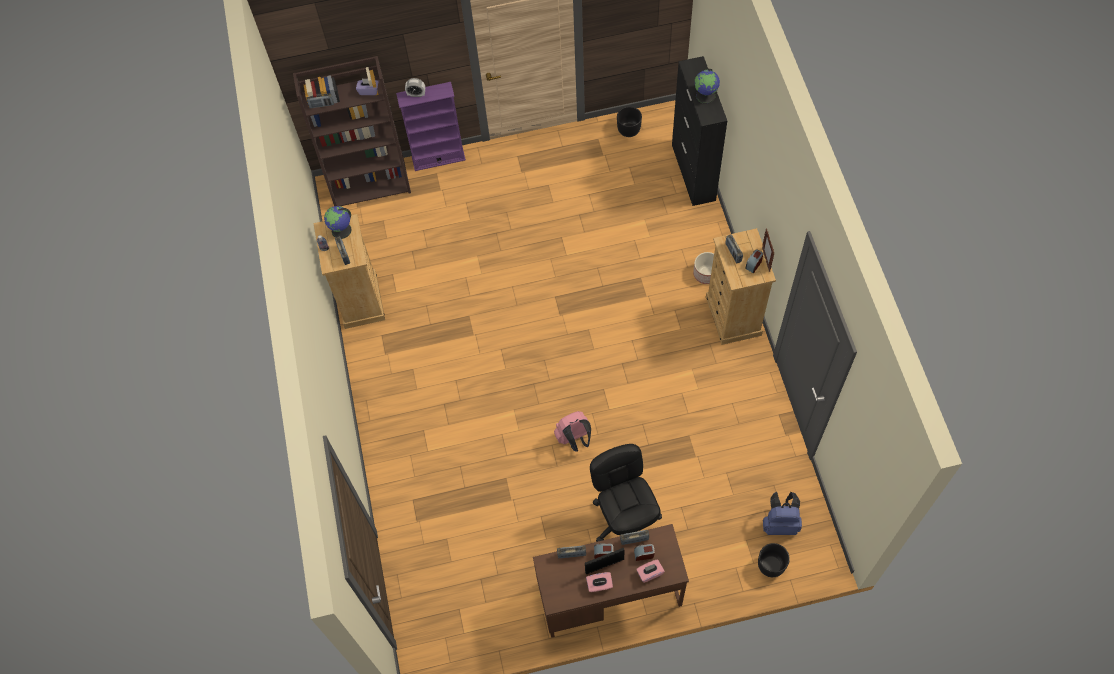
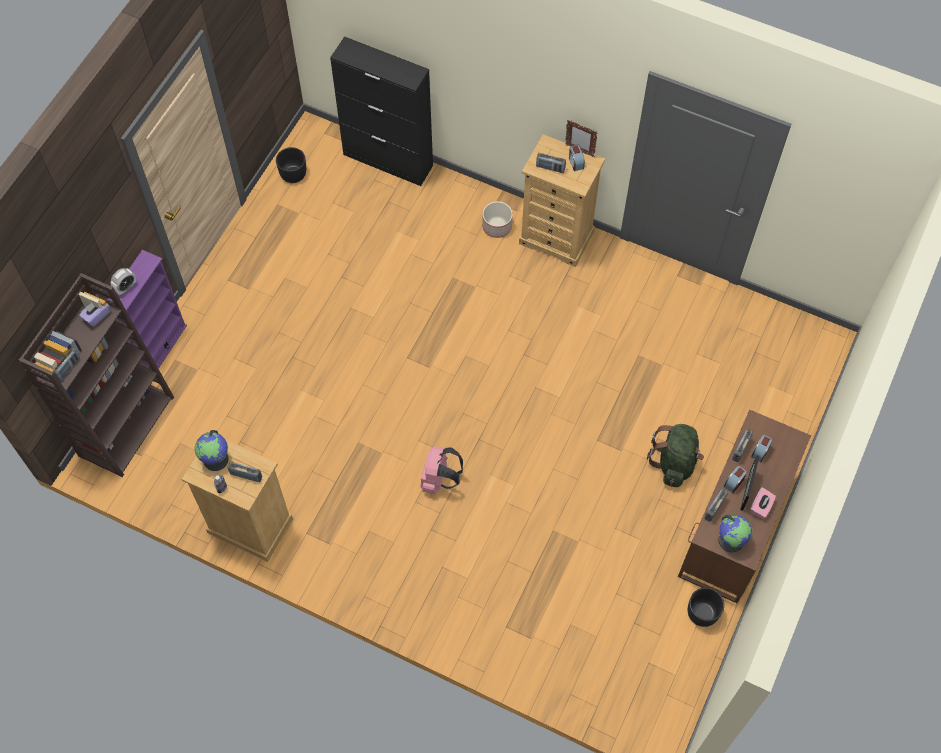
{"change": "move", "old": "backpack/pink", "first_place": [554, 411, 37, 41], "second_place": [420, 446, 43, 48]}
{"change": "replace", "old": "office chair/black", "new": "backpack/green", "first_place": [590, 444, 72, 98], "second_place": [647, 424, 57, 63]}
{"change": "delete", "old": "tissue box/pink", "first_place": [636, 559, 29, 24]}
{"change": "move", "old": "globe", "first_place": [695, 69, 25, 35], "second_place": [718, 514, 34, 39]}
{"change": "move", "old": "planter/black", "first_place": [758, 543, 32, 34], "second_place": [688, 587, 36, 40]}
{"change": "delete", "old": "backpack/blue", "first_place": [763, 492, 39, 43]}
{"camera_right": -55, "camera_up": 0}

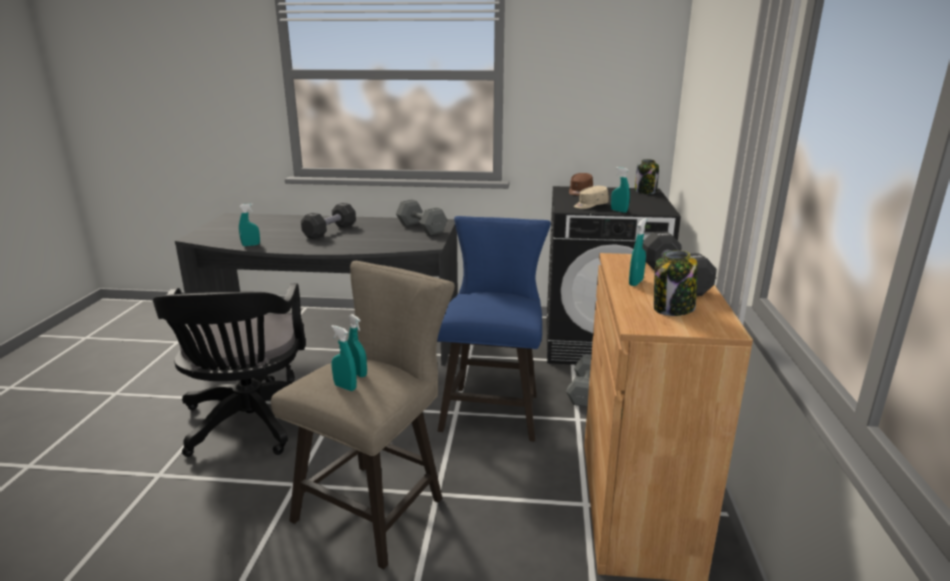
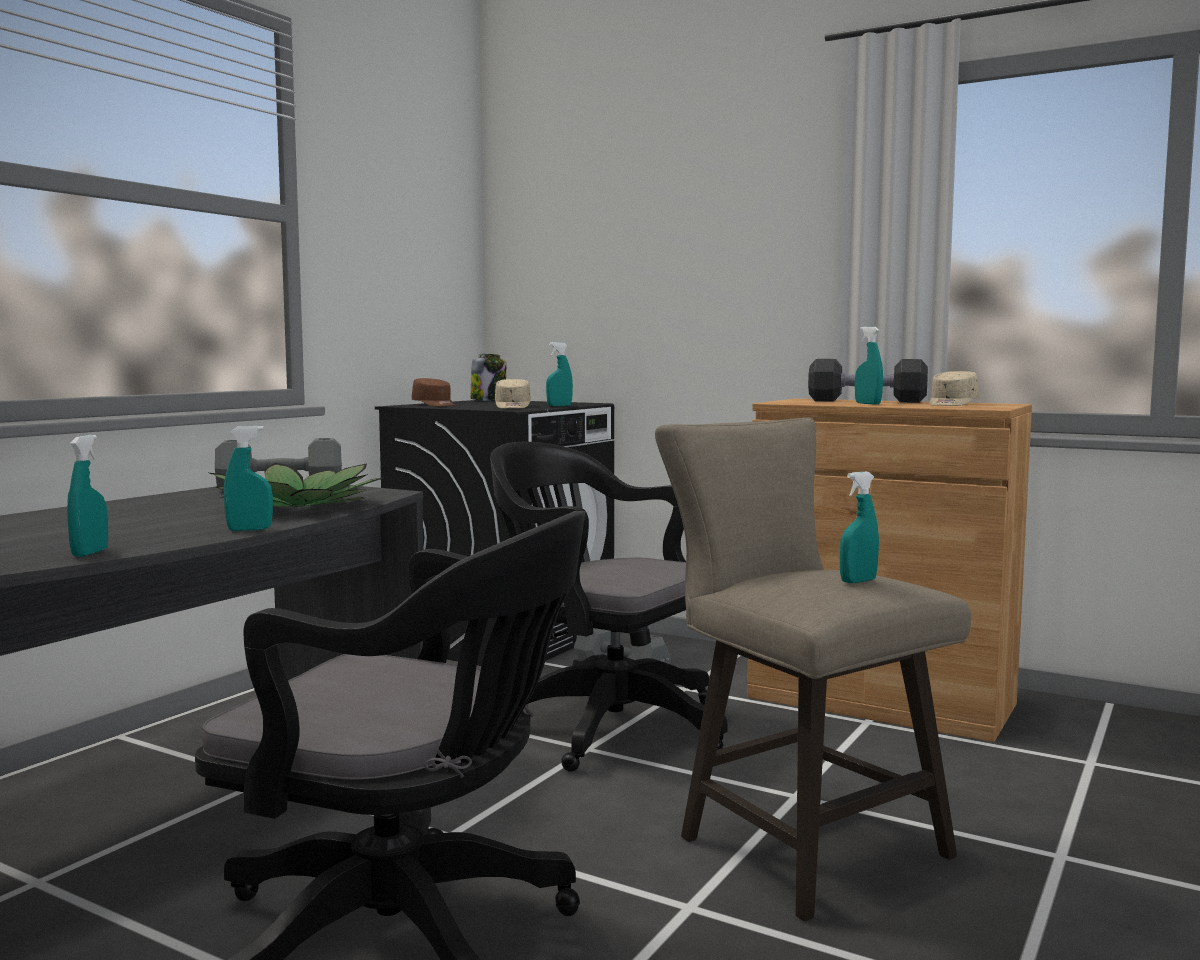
{"change": "delete", "old": "dumbbell/black", "first_place": [301, 203, 55, 36]}
{"change": "move", "old": "spray bottle/turquoise", "first_place": [348, 314, 19, 63], "second_place": [224, 426, 49, 105]}
{"change": "replace", "old": "stool/blue", "new": "office chair/black", "first_place": [437, 216, 114, 225], "second_place": [490, 442, 238, 330]}
{"change": "replace", "old": "jar", "new": "cap/beige", "first_place": [654, 250, 44, 66], "second_place": [929, 371, 50, 35]}
{"change": "insert", "new": "potted plant", "second_place": [210, 463, 175, 44]}
{"camera_right": -65, "camera_up": -15}

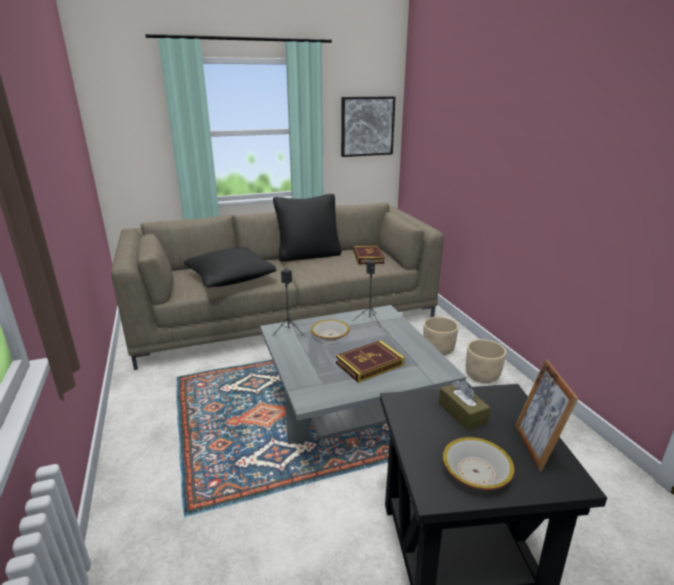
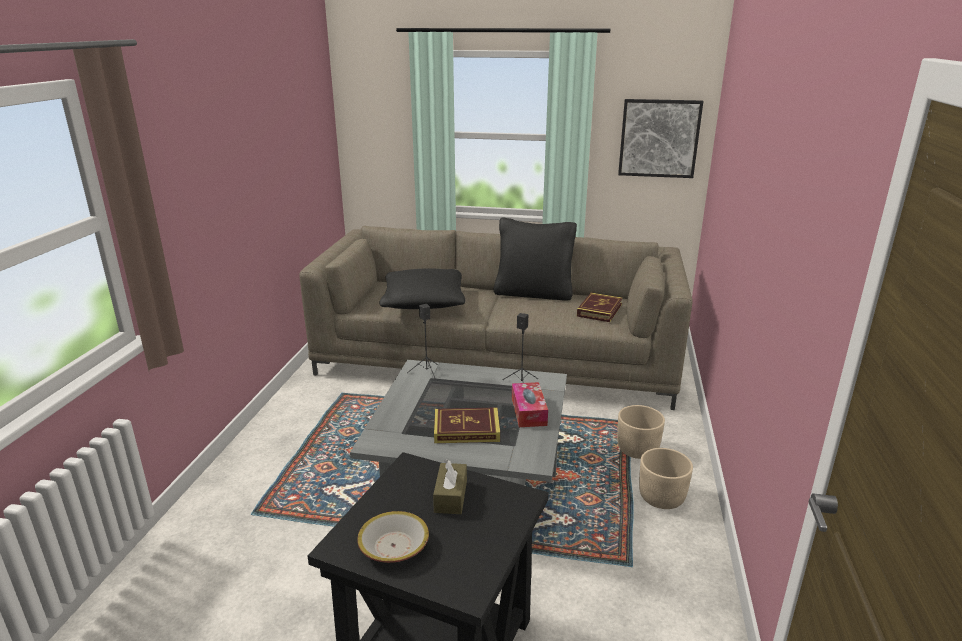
{"change": "delete", "old": "bowl", "first_place": [311, 320, 39, 21]}
{"change": "delete", "old": "picture frame", "first_place": [515, 359, 63, 112]}
{"change": "insert", "new": "tissue box", "second_place": [512, 382, 36, 45]}
{"camera_right": 30, "camera_up": 0}

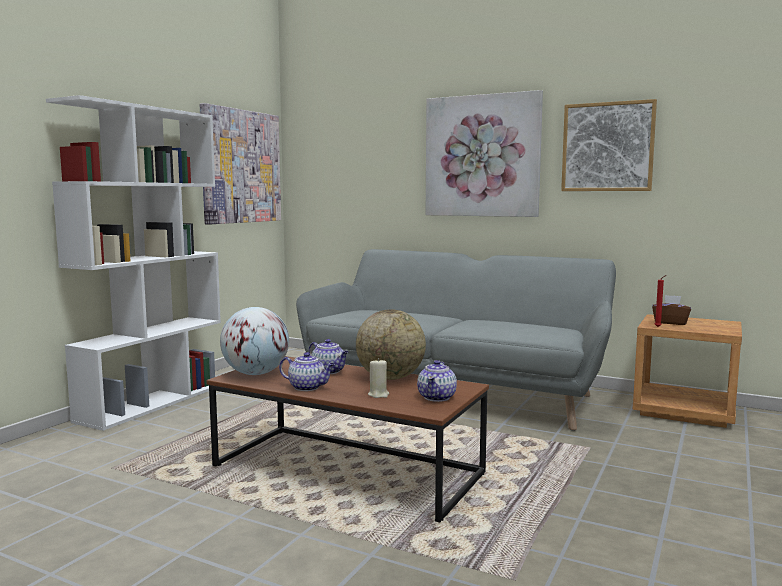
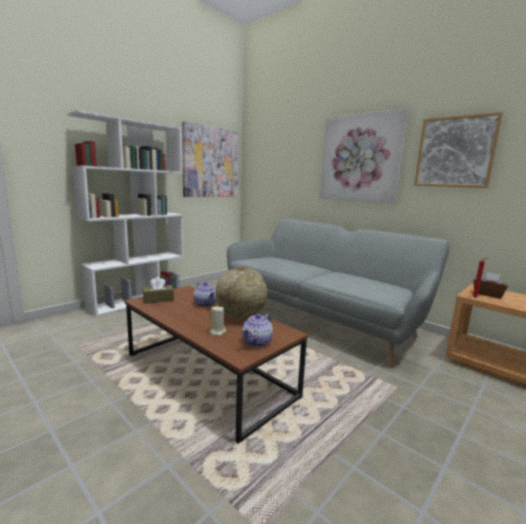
{"change": "replace", "old": "globe", "new": "tissue box/brown", "first_place": [220, 307, 69, 68], "second_place": [143, 277, 31, 27]}
{"change": "delete", "old": "teapot", "first_place": [279, 352, 56, 39]}
{"camera_right": 15, "camera_up": 5}

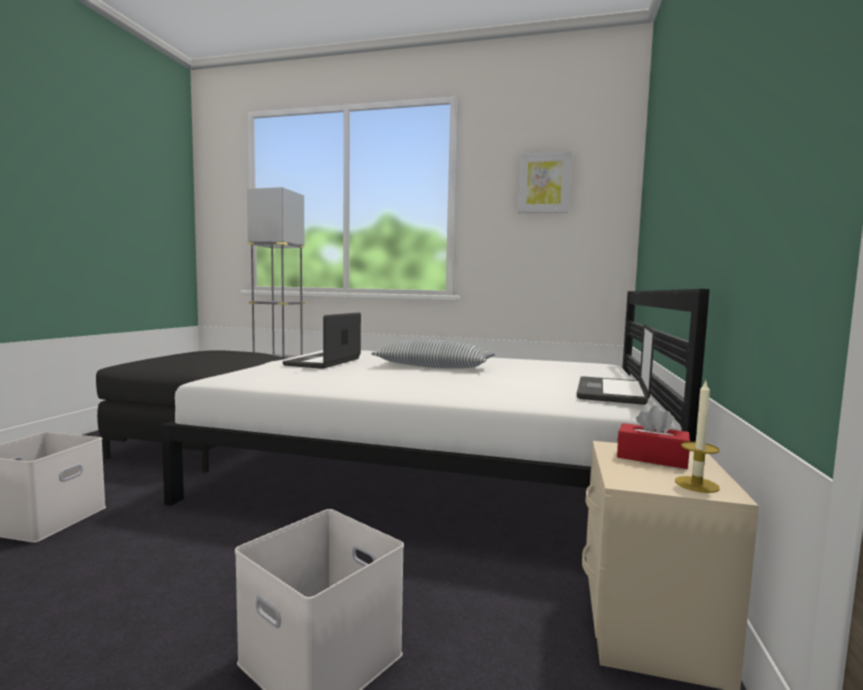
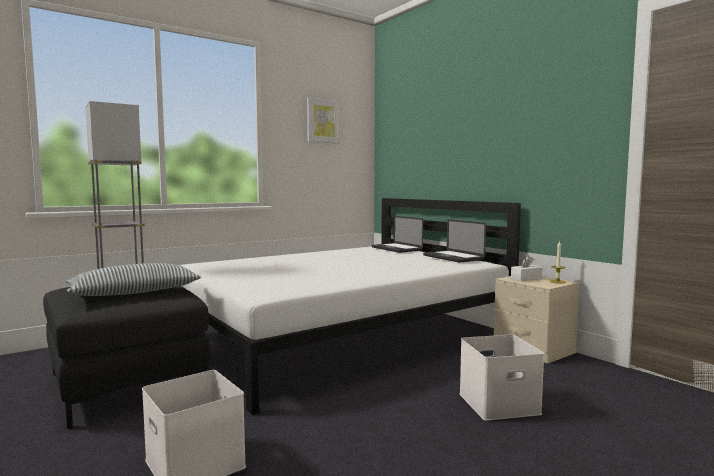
{"change": "move", "old": "laptop", "first_place": [283, 313, 78, 56], "second_place": [372, 216, 51, 37]}
{"change": "move", "old": "pillow", "first_place": [371, 339, 124, 29], "second_place": [66, 263, 135, 33]}
{"change": "recolor", "old": "tissue box/red", "new": "tissue box/white", "first_place": [617, 406, 73, 63], "second_place": [511, 256, 32, 25]}
{"camera_right": -50, "camera_up": 0}

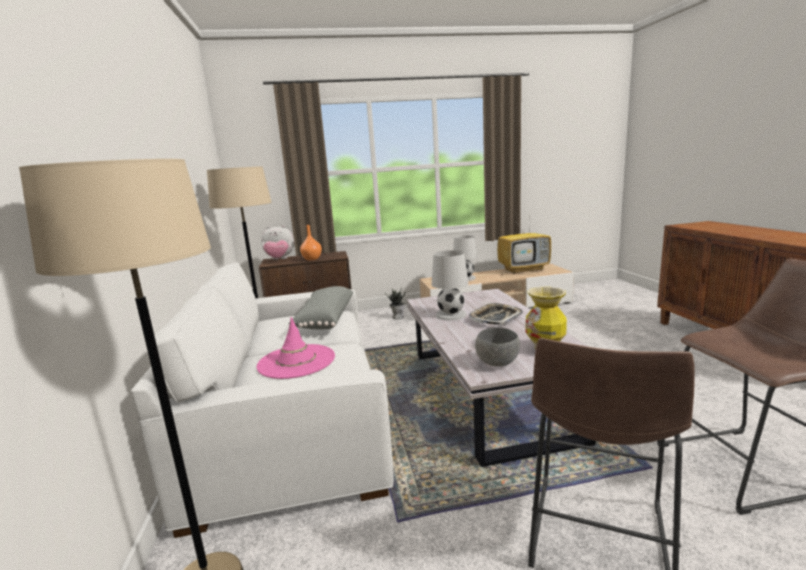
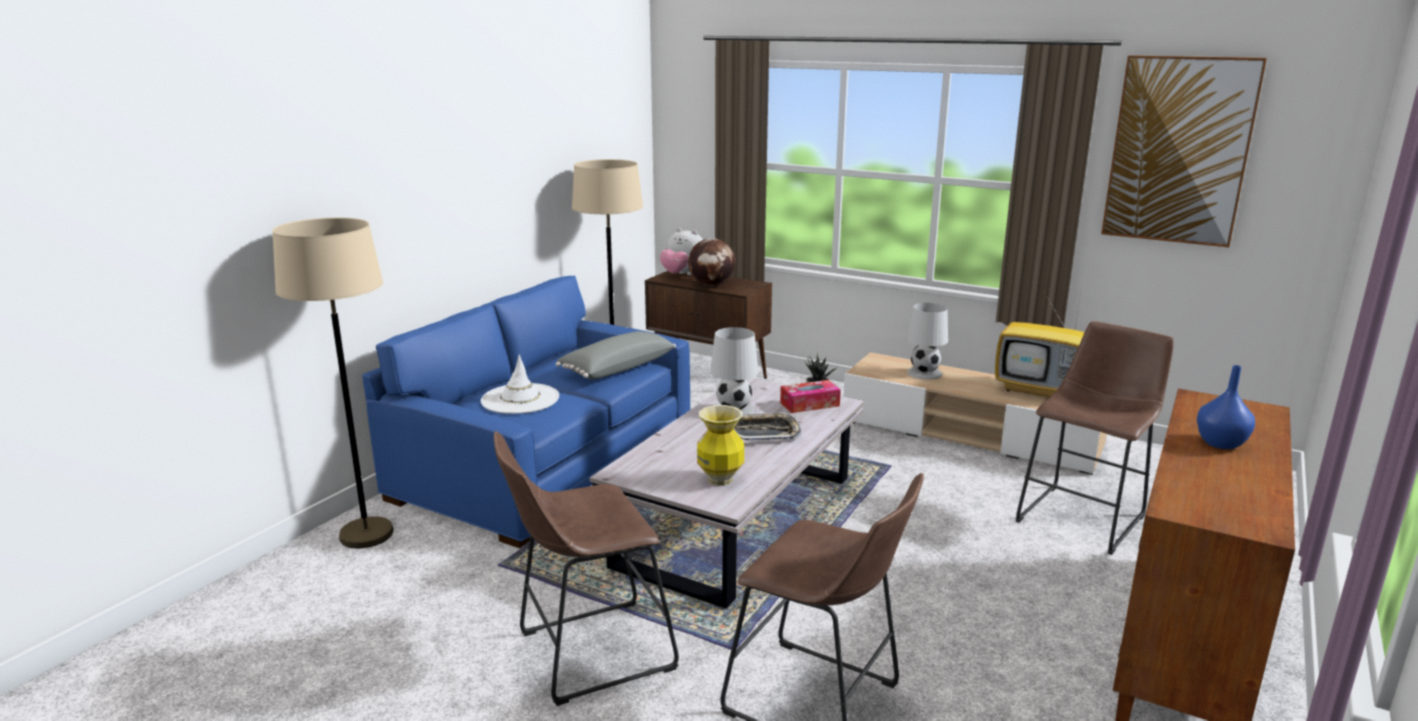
{"change": "recolor", "old": "sofa/white", "new": "sofa/blue", "first_place": [131, 262, 263, 276], "second_place": [362, 276, 328, 272]}
{"change": "recolor", "old": "hat/pink", "new": "hat/white", "first_place": [256, 317, 79, 62], "second_place": [481, 355, 78, 59]}
{"change": "replace", "old": "vase/orange", "new": "globe", "first_place": [300, 225, 22, 35], "second_place": [688, 238, 47, 48]}
{"change": "delete", "old": "bowl/grey", "first_place": [475, 327, 45, 40]}
{"change": "insert", "new": "tissue box", "second_place": [780, 380, 61, 33]}
{"change": "insert", "new": "stool/brown", "second_place": [1016, 321, 158, 234]}
{"change": "insert", "new": "picture", "second_place": [1101, 55, 166, 192]}
{"change": "insert", "new": "vase/blue", "second_place": [1197, 365, 58, 84]}
{"camera_right": 40, "camera_up": 5}

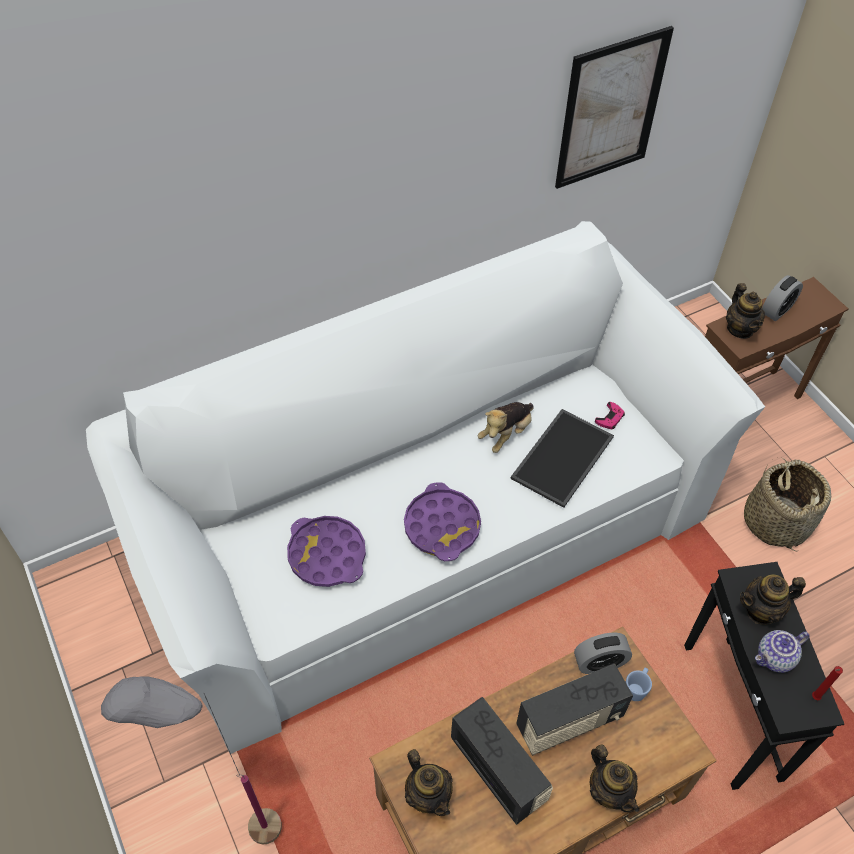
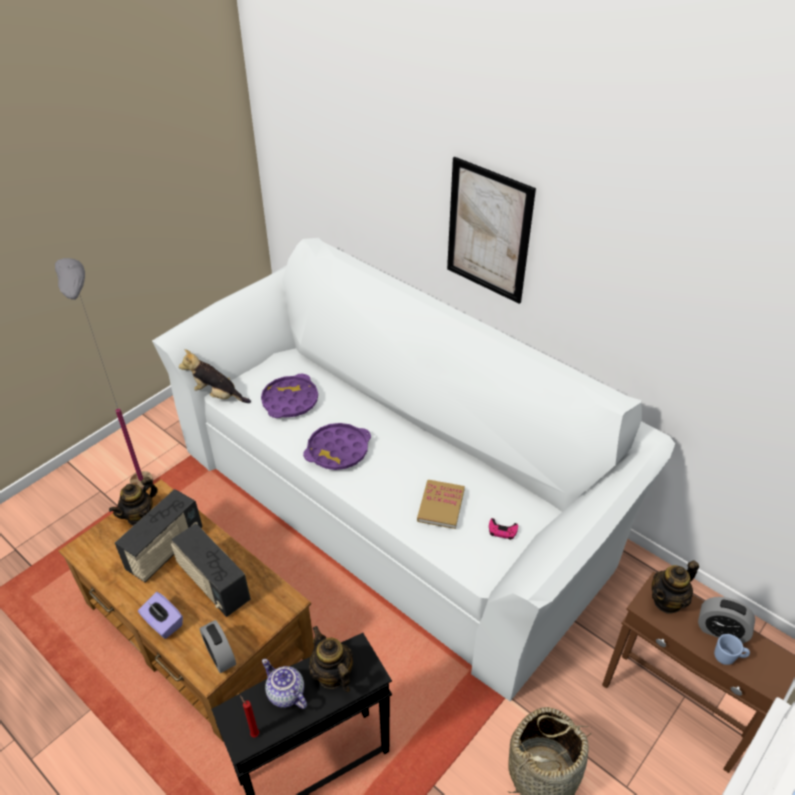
{"change": "move", "old": "plush toy", "first_place": [477, 402, 56, 51], "second_place": [179, 349, 72, 54]}
{"change": "replace", "old": "tray", "new": "book", "first_place": [510, 409, 104, 99], "second_place": [417, 480, 48, 49]}
{"change": "move", "old": "picture", "first_place": [555, 26, 119, 163], "second_place": [447, 157, 89, 147]}
{"change": "move", "old": "alarm clock", "first_place": [574, 633, 58, 41], "second_place": [200, 620, 36, 53]}
{"change": "replace", "old": "teapot", "new": "tissue box/purple", "first_place": [590, 744, 50, 69], "second_place": [138, 592, 45, 47]}
{"change": "move", "old": "mug/blue", "first_place": [626, 668, 26, 33], "second_place": [714, 634, 36, 31]}
{"camera_right": 70, "camera_up": -10}

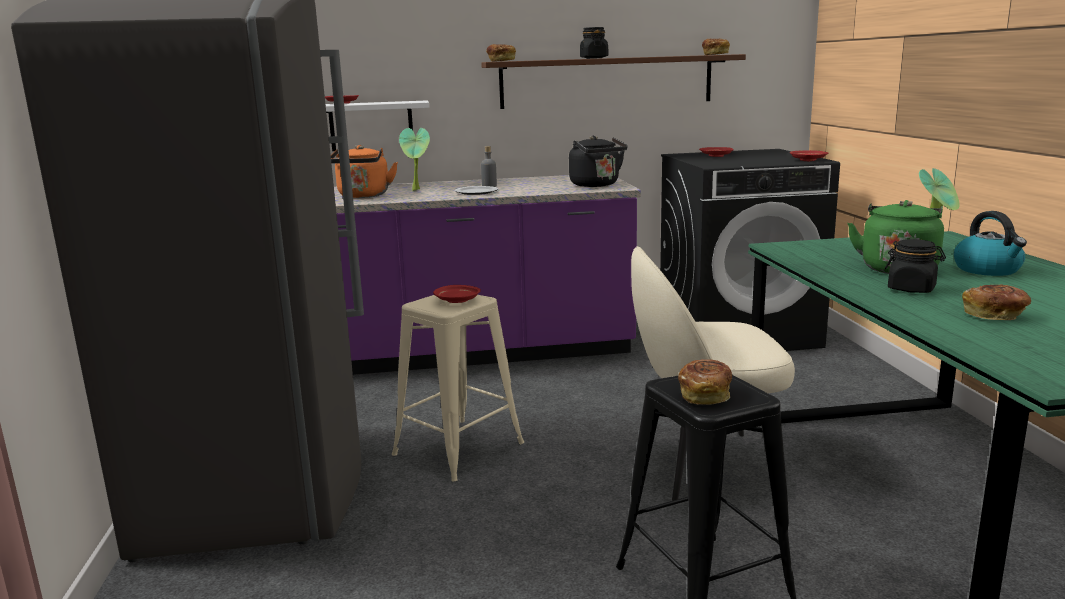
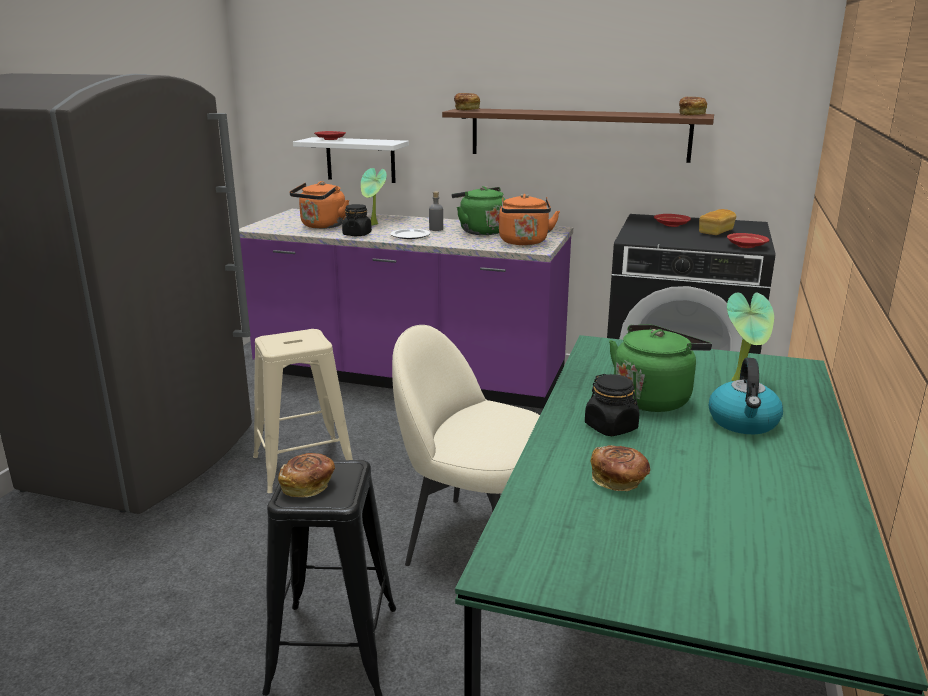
{"change": "delete", "old": "plate/red", "first_place": [433, 285, 48, 18]}
{"change": "recolor", "old": "kettle/black", "new": "kettle/orange", "first_place": [569, 136, 59, 51], "second_place": [499, 194, 61, 51]}
{"change": "move", "old": "jar/black", "first_place": [580, 27, 28, 32], "second_place": [342, 204, 30, 32]}
{"change": "insert", "new": "kettle/green", "second_place": [452, 186, 54, 49]}
{"change": "insert", "new": "bread", "second_place": [699, 209, 37, 26]}
{"camera_right": 25, "camera_up": 5}

